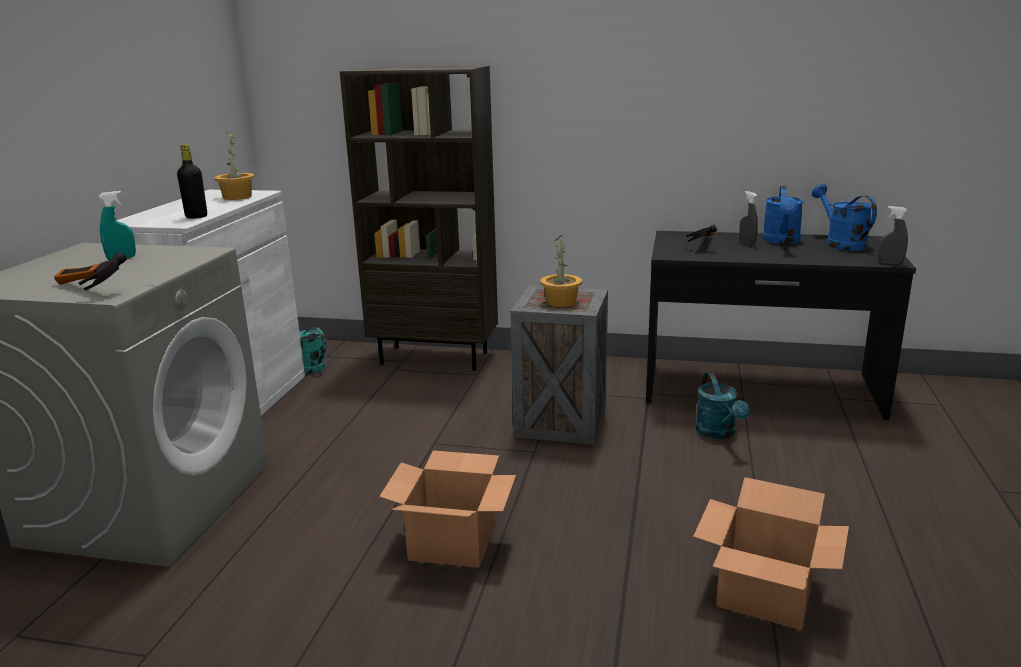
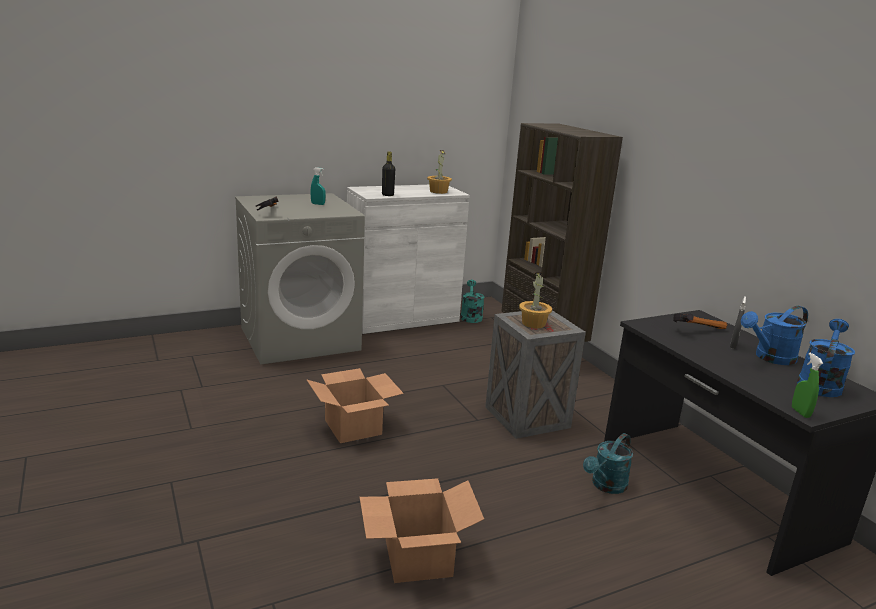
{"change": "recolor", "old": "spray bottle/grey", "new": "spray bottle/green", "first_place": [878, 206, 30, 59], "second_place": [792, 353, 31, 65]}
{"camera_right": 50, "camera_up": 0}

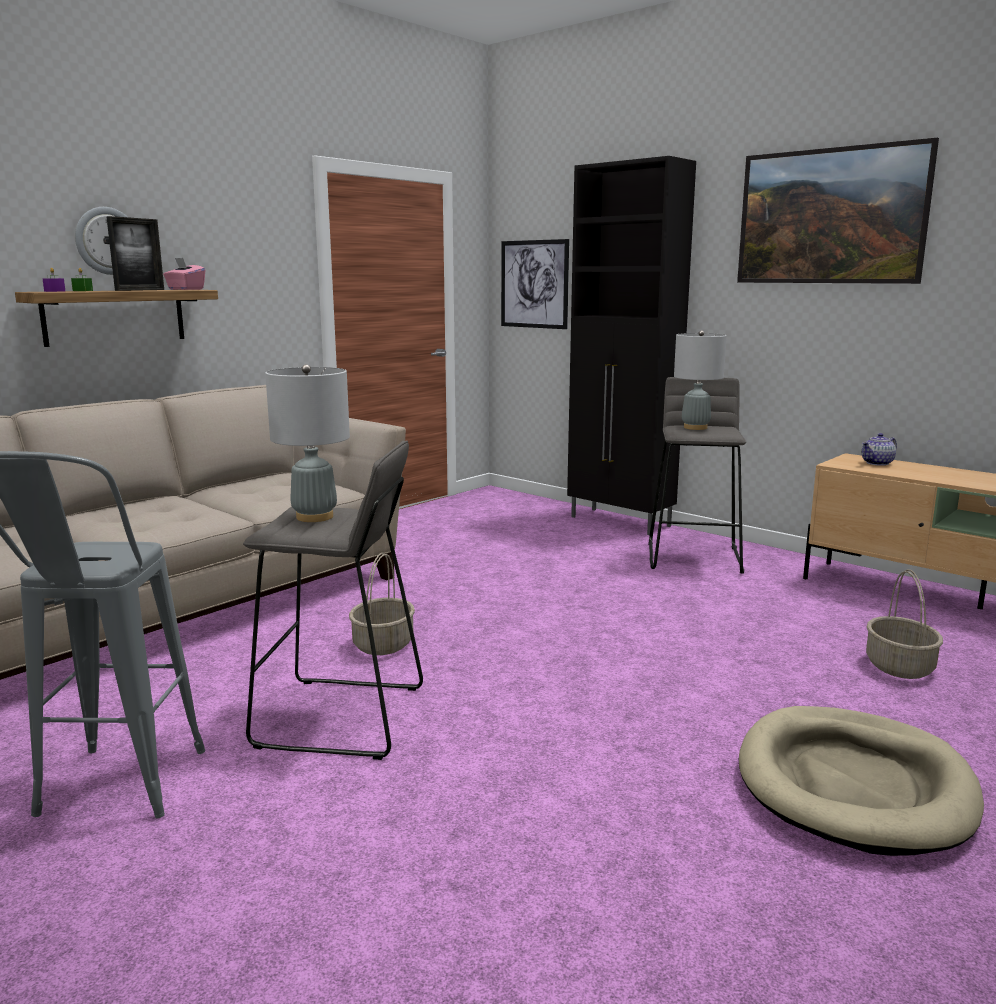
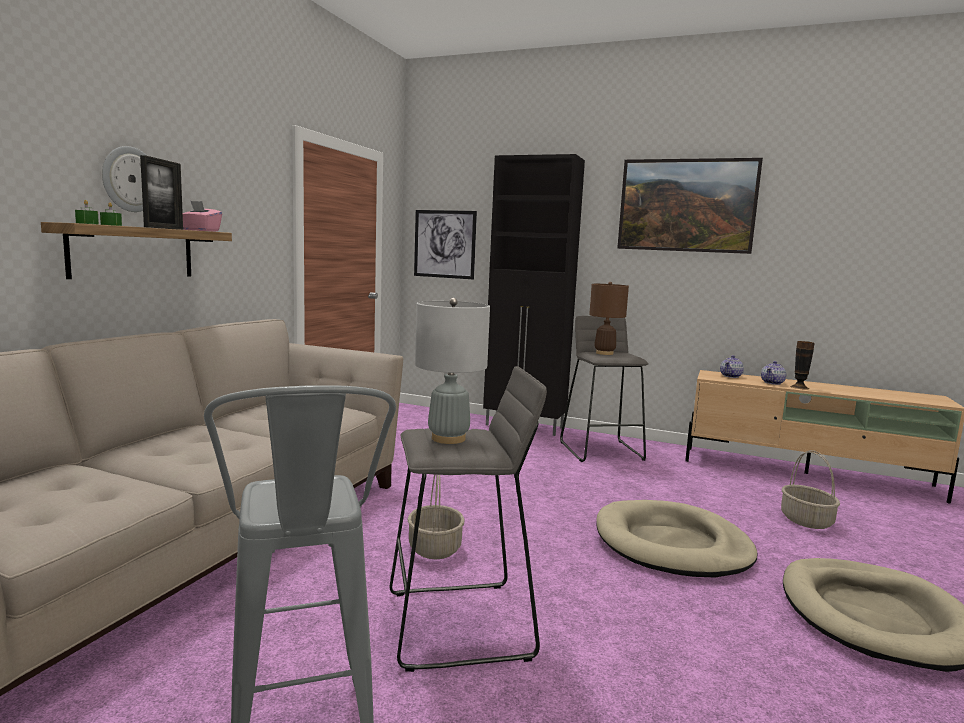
{"change": "recolor", "old": "candle/purple", "new": "candle/green", "first_place": [42, 268, 23, 24], "second_place": [75, 200, 24, 24]}
{"change": "recolor", "old": "table lamp/grey", "new": "table lamp/brown", "first_place": [674, 330, 53, 100], "second_place": [589, 282, 40, 73]}
{"change": "insert", "new": "dog bed/beige", "second_place": [596, 500, 161, 77]}
{"change": "insert", "new": "teapot", "second_place": [761, 361, 25, 24]}
{"change": "insert", "new": "vase", "second_place": [790, 341, 25, 48]}
{"camera_right": -20, "camera_up": -5}

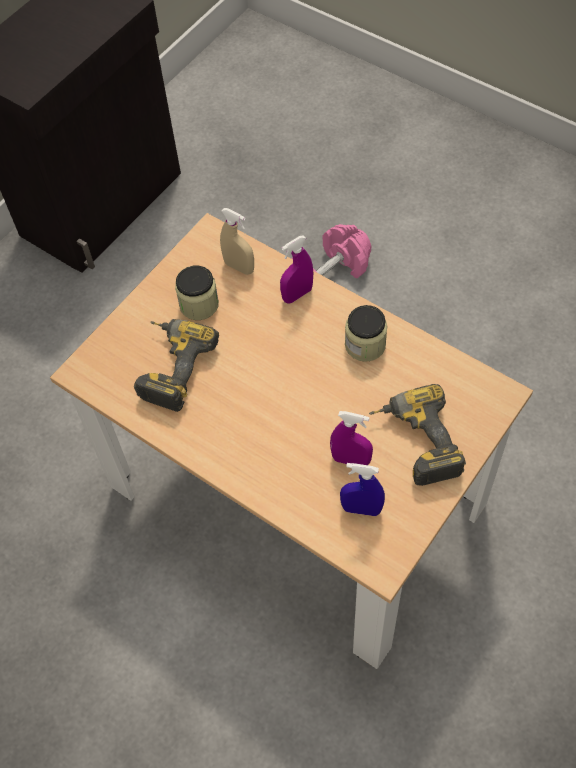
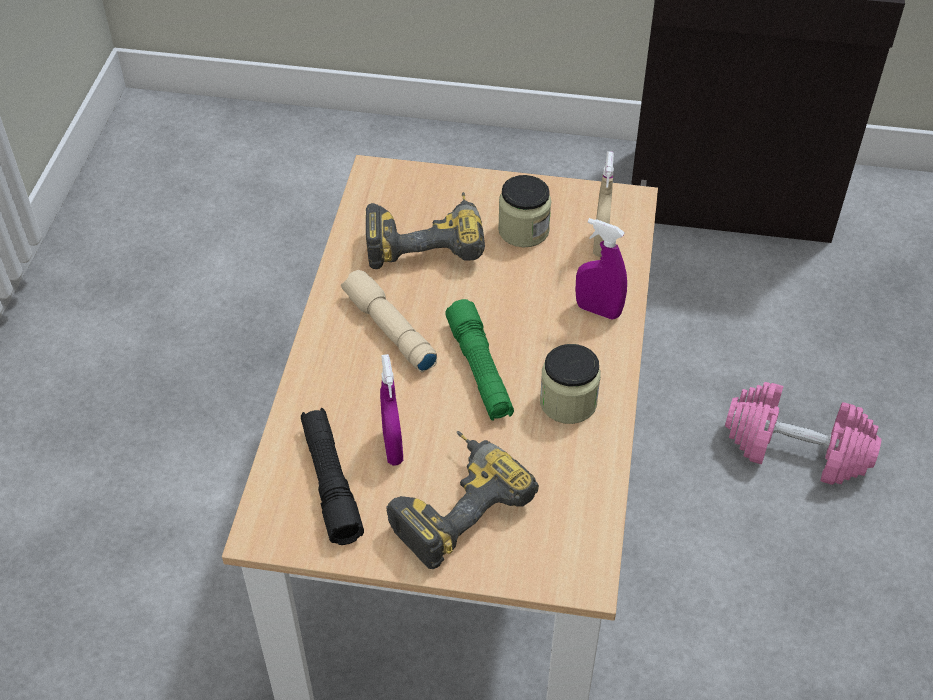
{"change": "replace", "old": "spray bottle/blue", "new": "flashlight/black", "first_place": [340, 463, 45, 53], "second_place": [301, 408, 63, 137]}
{"change": "insert", "new": "flashlight/beige", "second_place": [341, 270, 96, 103]}
{"change": "insert", "new": "flashlight/green", "second_place": [445, 299, 69, 122]}
{"camera_right": 60, "camera_up": -10}

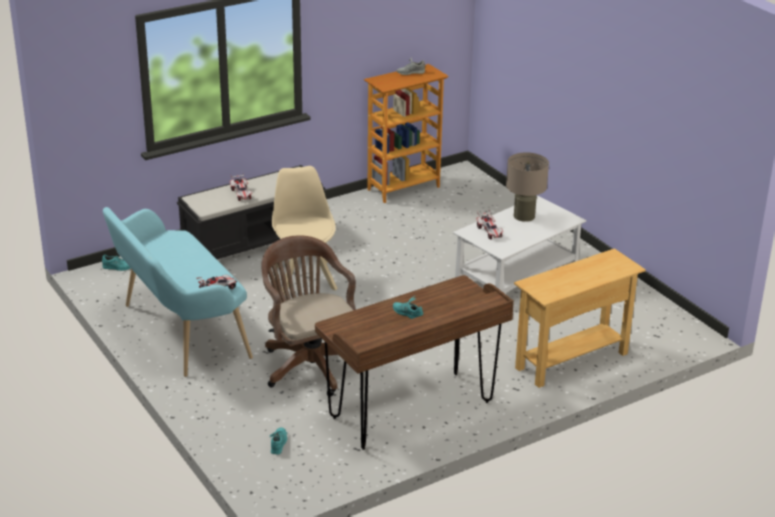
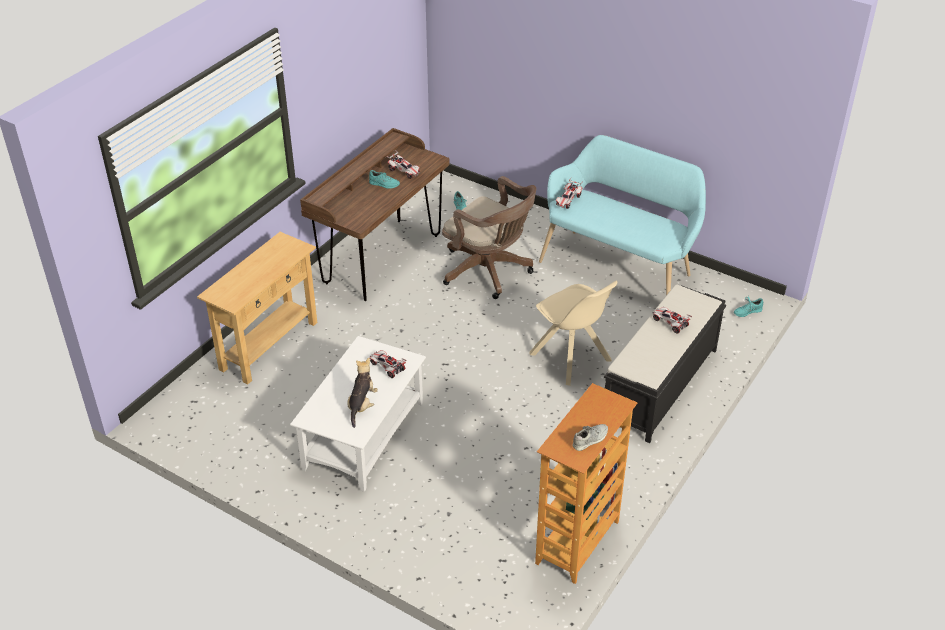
{"change": "replace", "old": "table lamp/beige", "new": "plush toy", "first_place": [506, 152, 43, 70], "second_place": [347, 358, 31, 70]}
{"change": "insert", "new": "toy car", "second_place": [386, 150, 34, 29]}
{"camera_right": 155, "camera_up": 10}

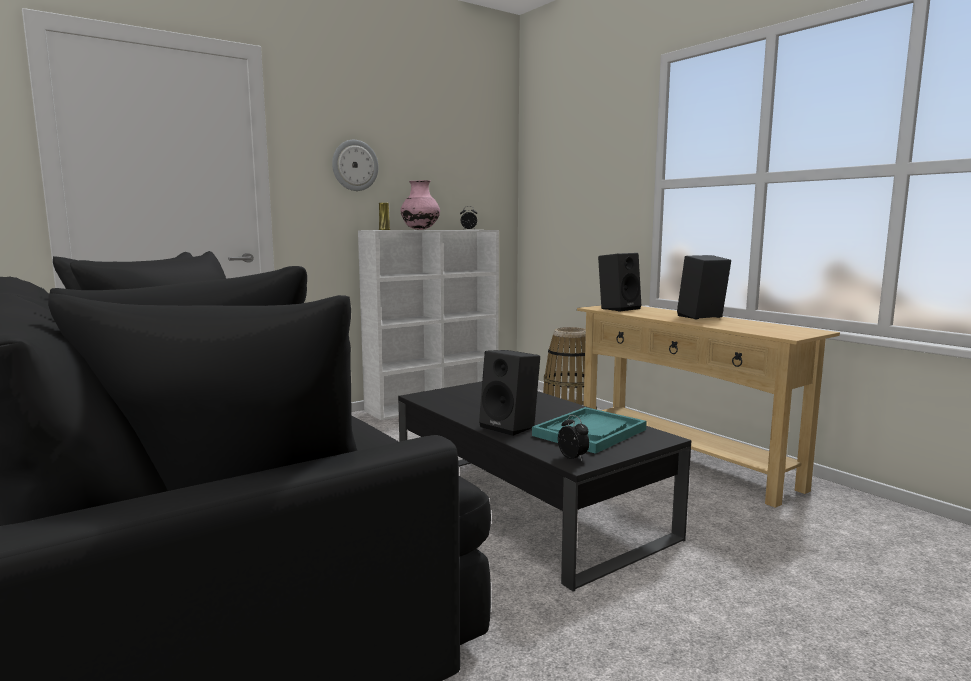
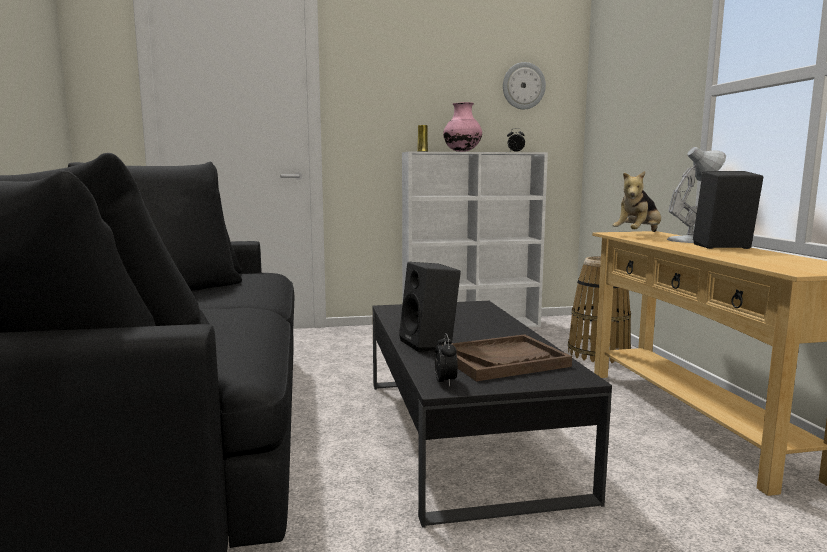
{"change": "move", "old": "wall clock", "first_place": [332, 140, 46, 51], "second_place": [503, 62, 43, 47]}
{"change": "recolor", "old": "tray/turquoise", "new": "tray/brown", "first_place": [532, 407, 115, 47], "second_place": [452, 334, 120, 47]}
{"change": "replace", "old": "speaker/black", "new": "plush toy", "first_place": [598, 253, 43, 59], "second_place": [612, 171, 49, 61]}
{"change": "insert", "new": "table lamp/white", "second_place": [667, 147, 59, 96]}
{"camera_right": 25, "camera_up": 0}

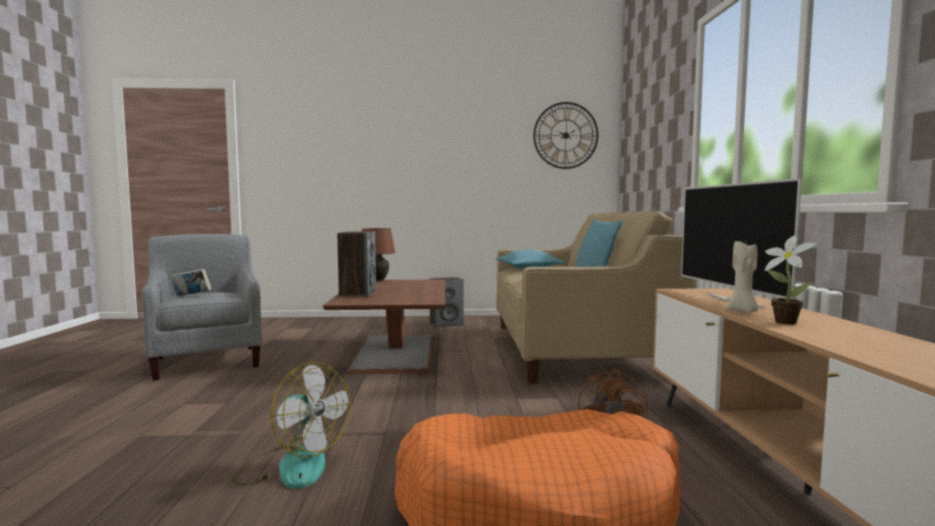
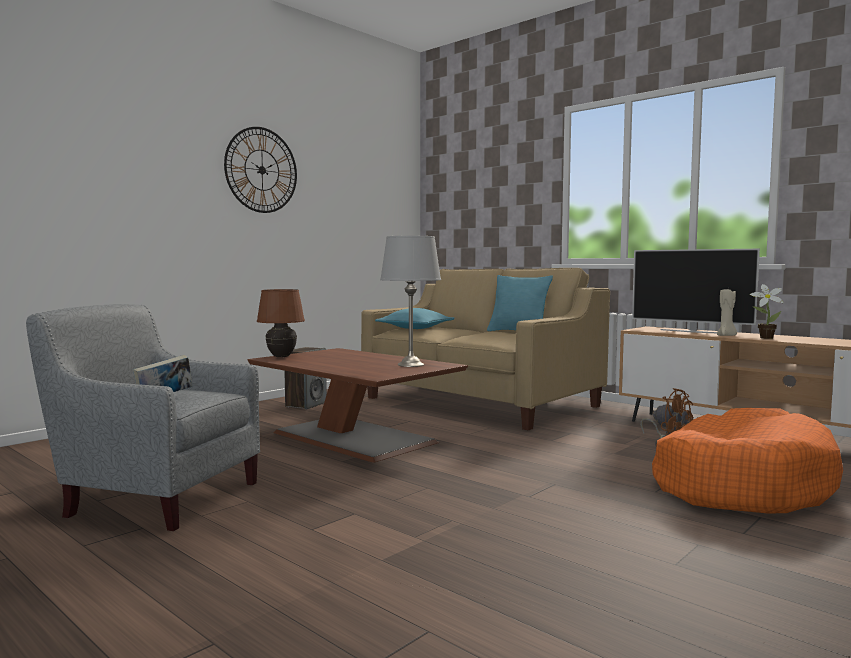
{"change": "delete", "old": "fan", "first_place": [234, 362, 117, 127]}
{"change": "delete", "old": "speaker", "first_place": [337, 231, 39, 66]}
{"change": "move", "old": "wall clock", "first_place": [533, 102, 65, 67], "second_place": [224, 127, 73, 86]}
{"change": "insert", "new": "table lamp/grey", "second_place": [380, 236, 61, 131]}
{"camera_right": -45, "camera_up": 0}

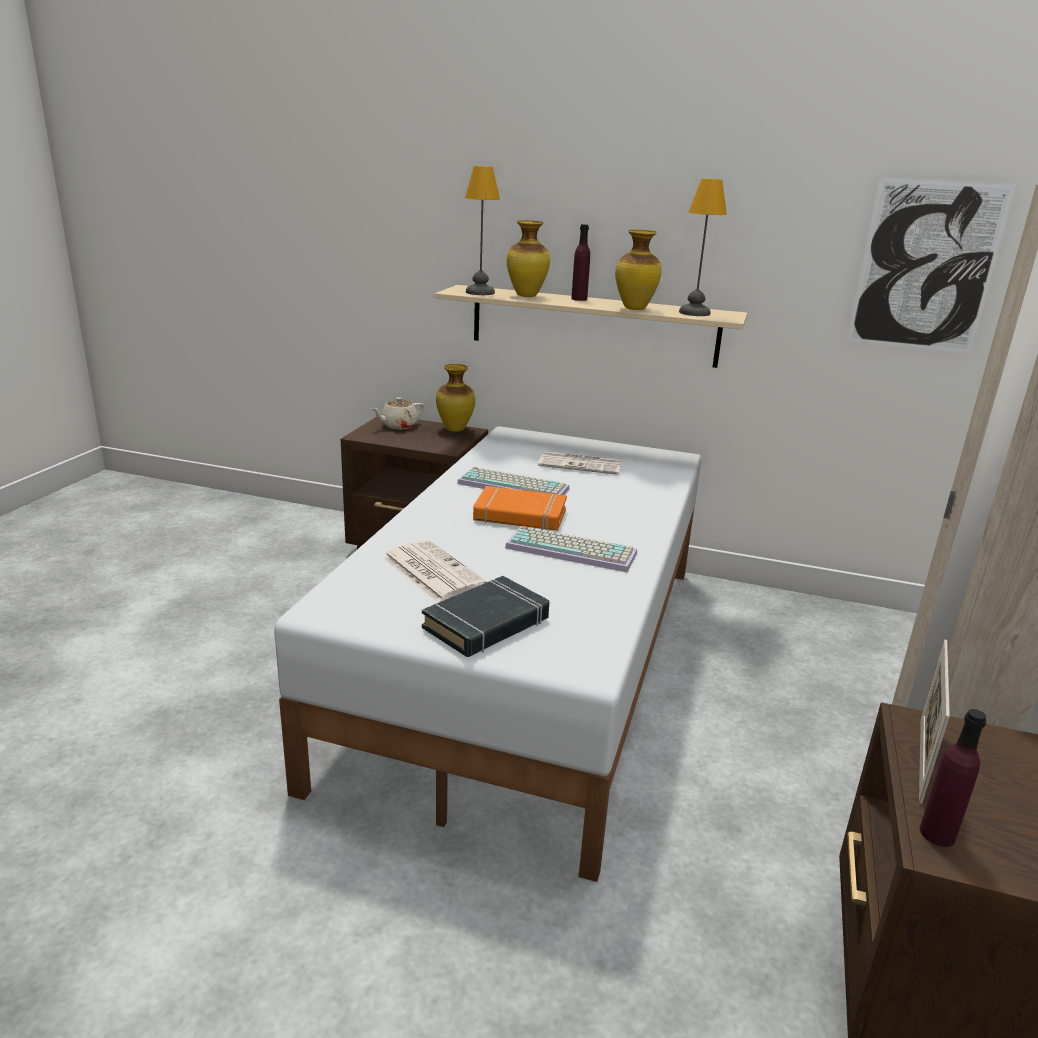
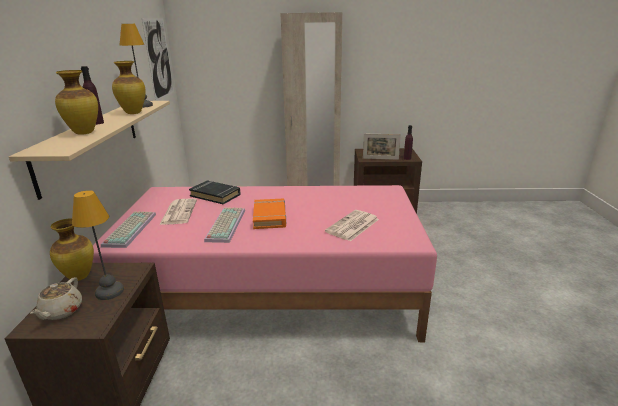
{"change": "recolor", "old": "bed/white", "new": "bed/pink", "first_place": [274, 426, 427, 456], "second_place": [92, 185, 345, 157]}
{"change": "rotate", "old": "teapot/beige", "first_place": [371, 397, 53, 32], "second_place": [30, 277, 52, 43], "degrees": 60}
{"change": "move", "old": "book/black", "first_place": [422, 576, 127, 81], "second_place": [189, 180, 52, 24]}
{"change": "move", "old": "table lamp", "first_place": [465, 166, 35, 129], "second_place": [72, 190, 52, 110]}
{"change": "move", "old": "keyboard", "first_place": [505, 526, 132, 47], "second_place": [101, 212, 55, 36]}
{"camera_right": -105, "camera_up": 0}

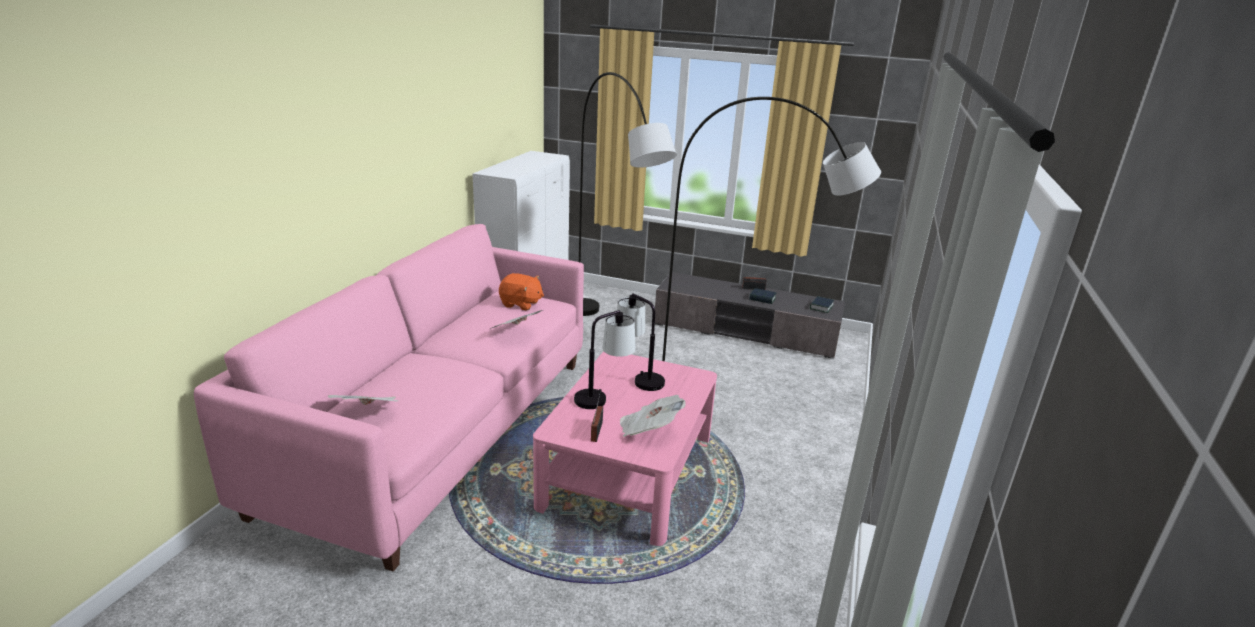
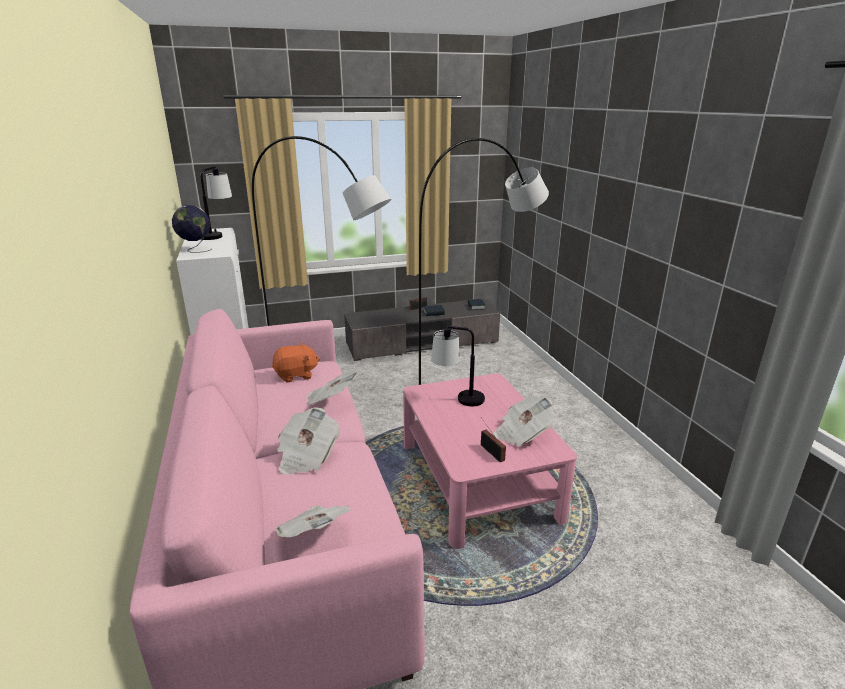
{"change": "move", "old": "table lamp", "first_place": [574, 310, 62, 99], "second_place": [200, 166, 32, 74]}
{"change": "insert", "new": "globe", "second_place": [172, 205, 39, 48]}
{"change": "insert", "new": "newspaper", "second_place": [277, 407, 63, 68]}
{"camera_right": -35, "camera_up": 0}

